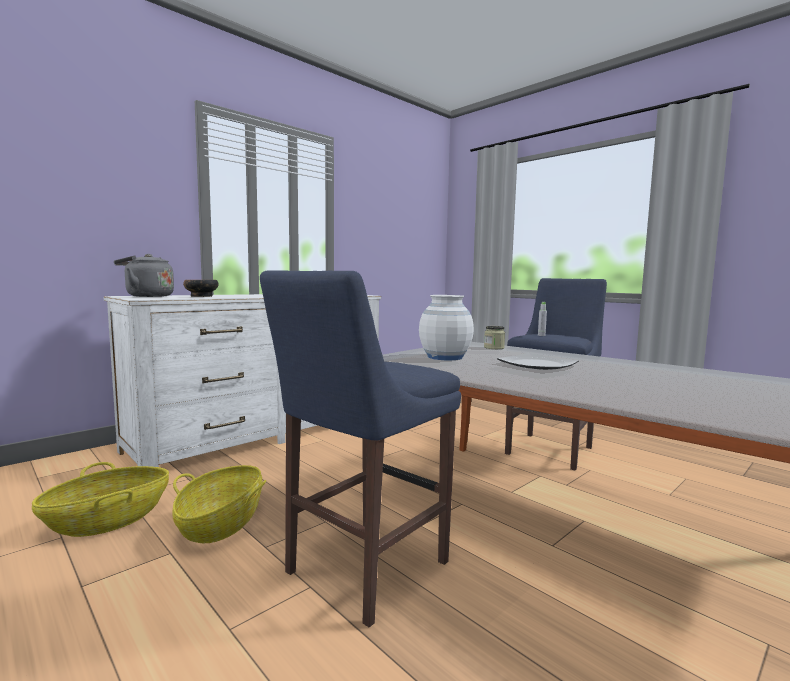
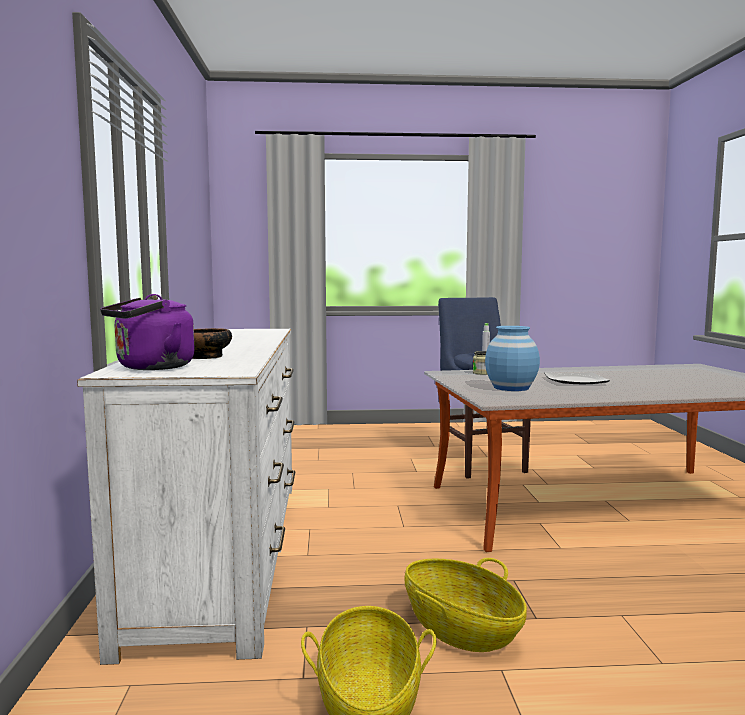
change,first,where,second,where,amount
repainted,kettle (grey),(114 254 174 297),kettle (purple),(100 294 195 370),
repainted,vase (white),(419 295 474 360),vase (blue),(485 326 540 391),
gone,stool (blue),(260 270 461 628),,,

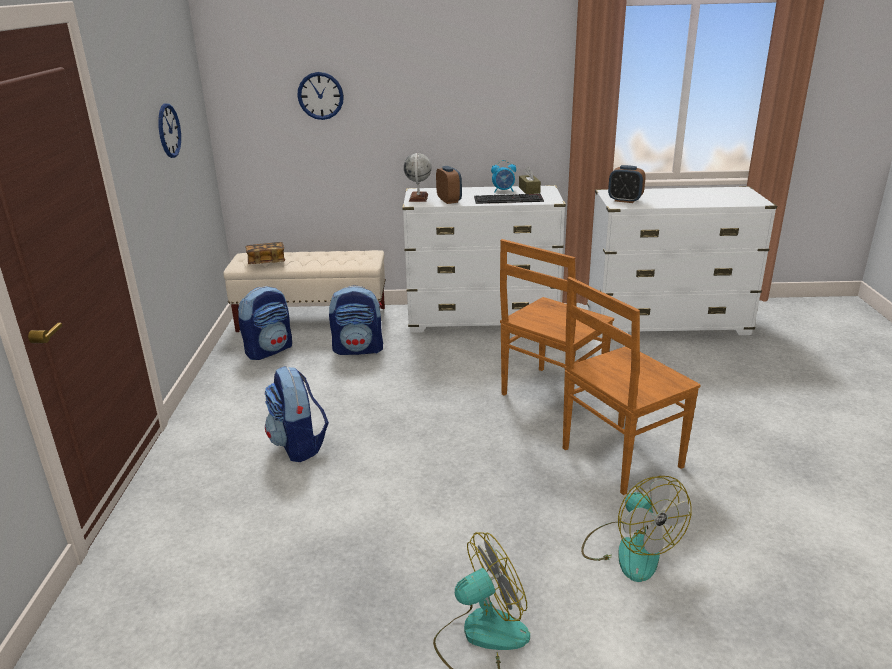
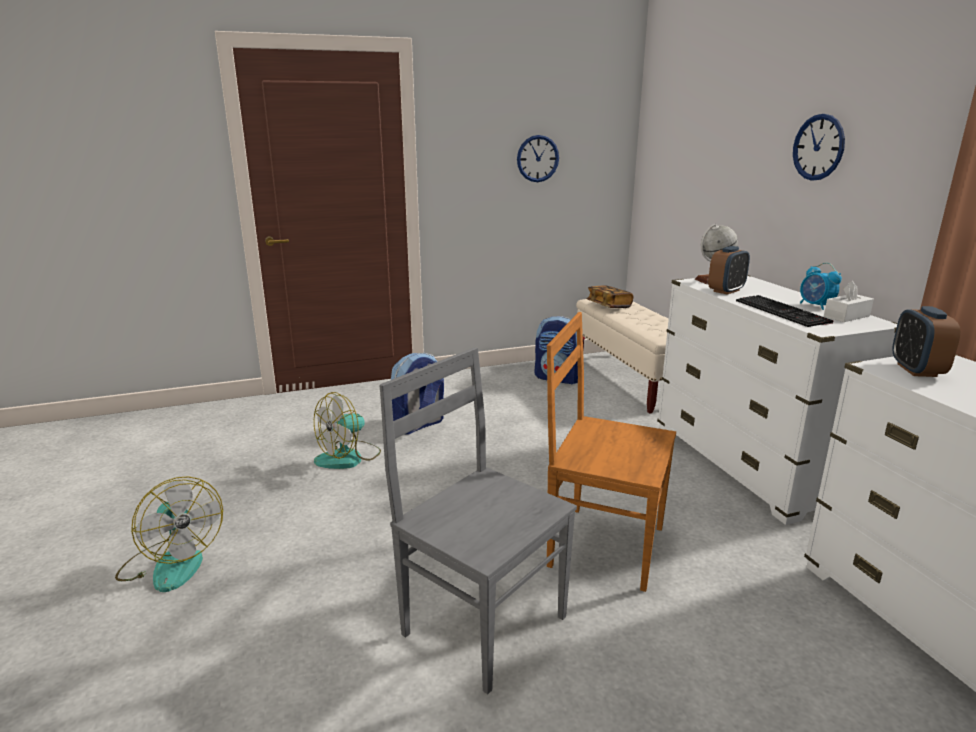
change,first,where,second,where,amount
shifted,fan,(581 476 692 582),,(314 392 381 469),
repainted,chair (brown),(563 277 701 495),chair (grey),(379 347 577 694),
shifted,wall clock,(297 72 344 120),,(793 114 845 181),
repainted,tissue box (brown),(519 167 541 194),tissue box (white),(824 281 874 322),
gone,backpack,(329 285 383 355),,,

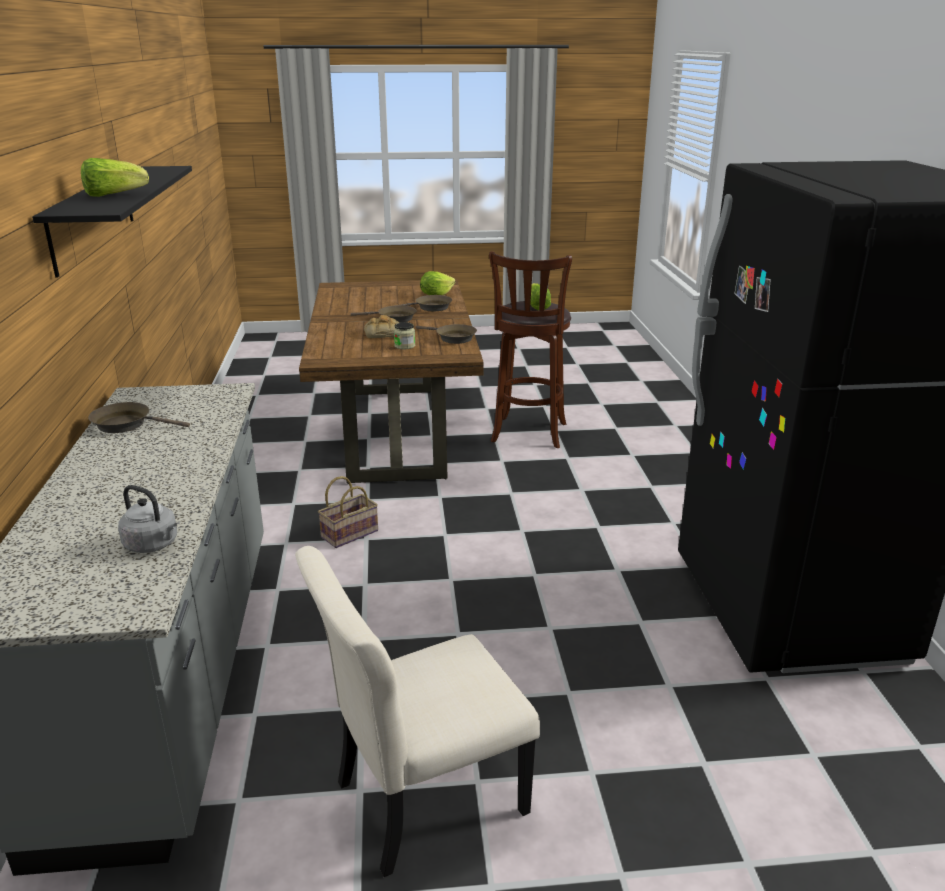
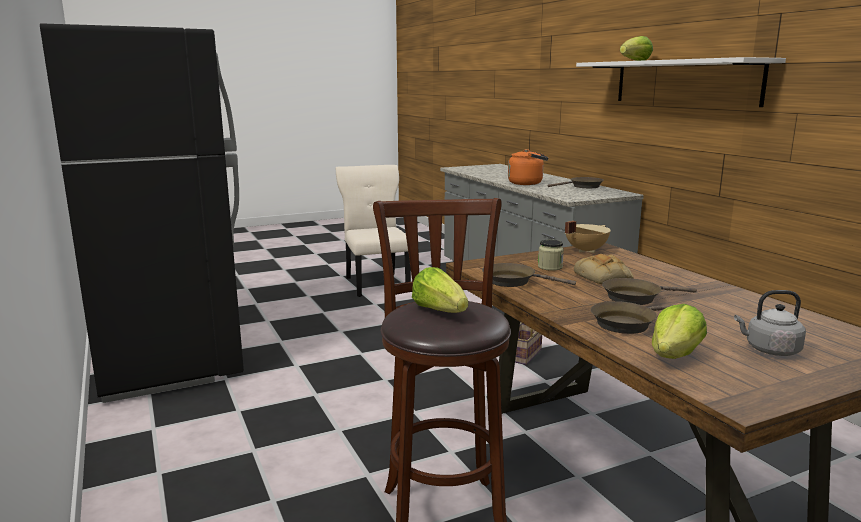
change,first,where,second,where,amount
rotated,chair (beige),(295 546 540 877),,(336 165 411 297),60 degrees counterclockwise
new,,,kettle (orange),(508 149 548 185),
new,,,cooking pot (beige),(565 221 611 253),
repainted,shelf (black),(32 166 192 278),shelf (white),(576 57 786 107),
shifted,kettle (grey),(118 485 177 553),,(734 290 806 356),

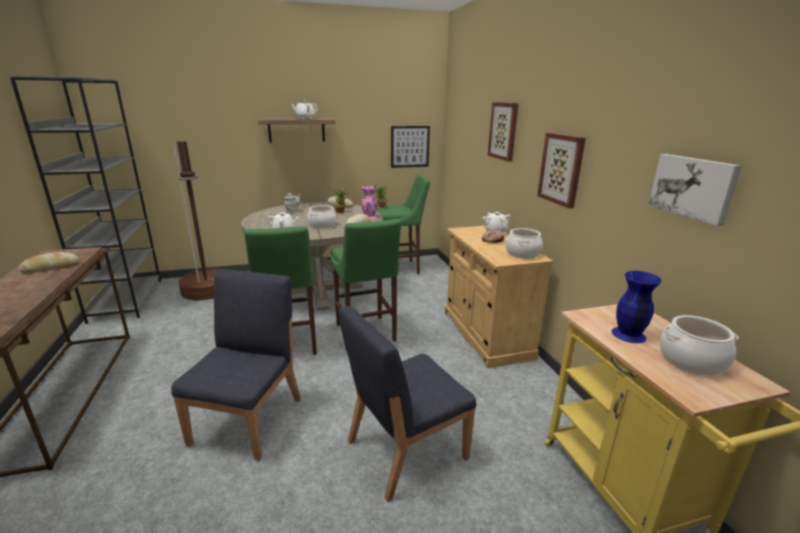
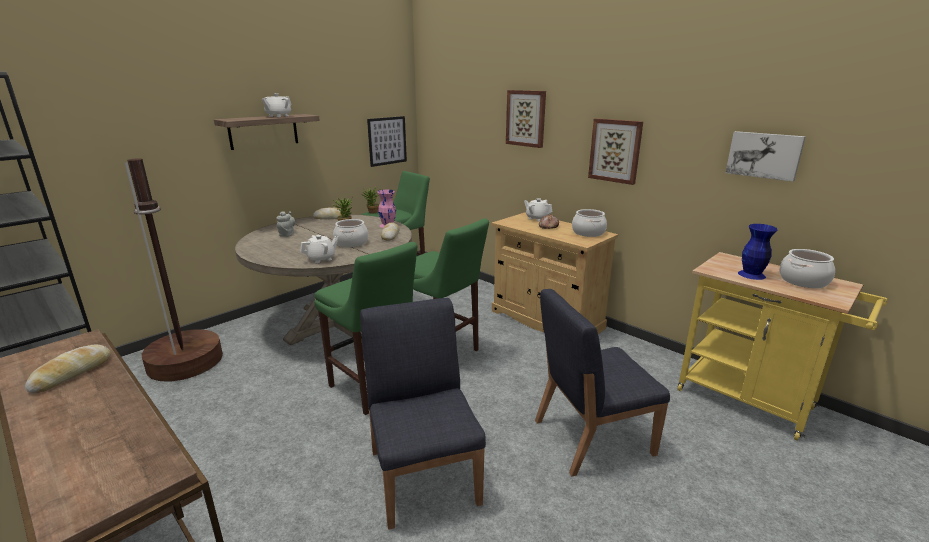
change,first,where,second,where,amount
rotated,chair (blue),(338 306 476 502),,(535 289 670 476),45 degrees clockwise

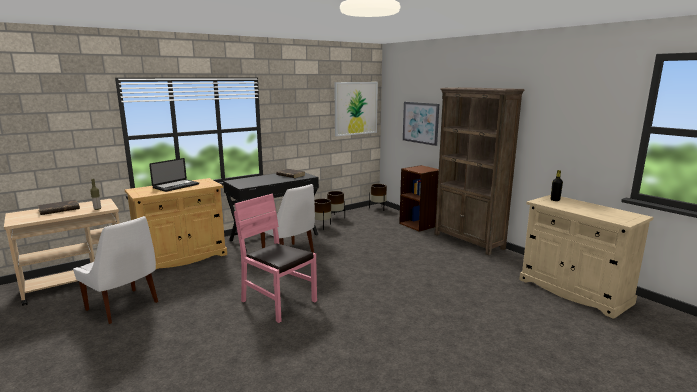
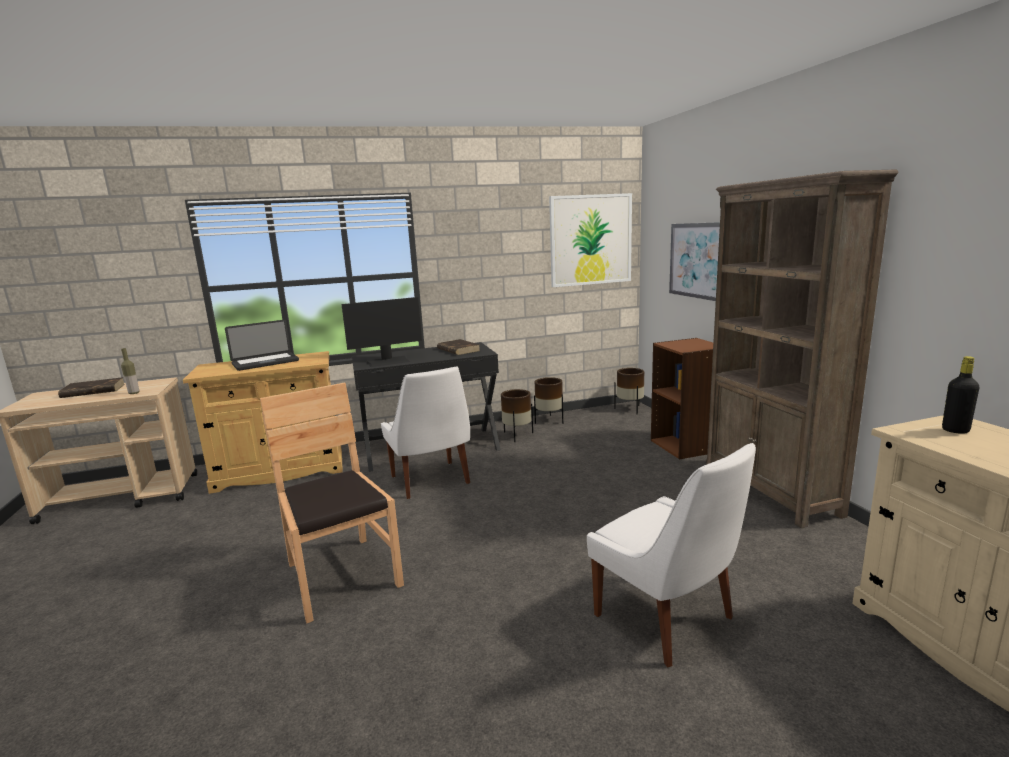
change,first,where,second,where,amount
repainted,chair (pink),(234 194 317 323),chair (brown),(260 383 404 623),
new,,,monitor,(341 297 422 367),
shifted,chair (white),(73 216 158 324),,(587 443 756 667),

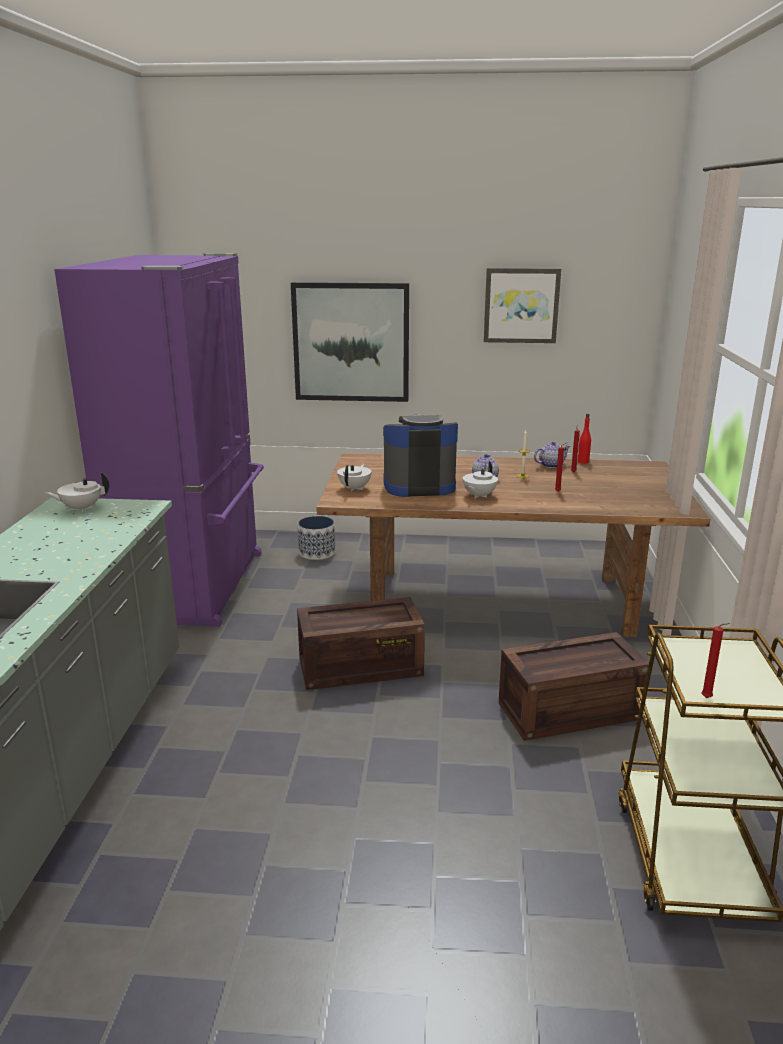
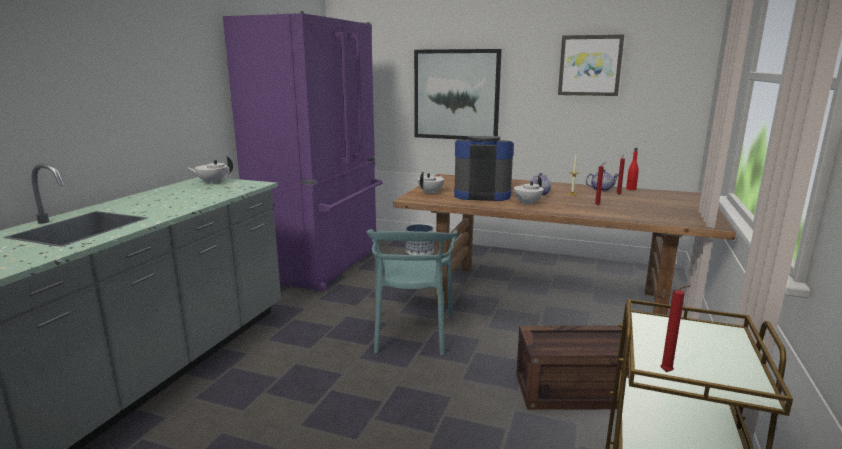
change,first,where,second,where,amount
swapped,crate,(297 597 425 690),chair (turquoise),(367 229 458 355),

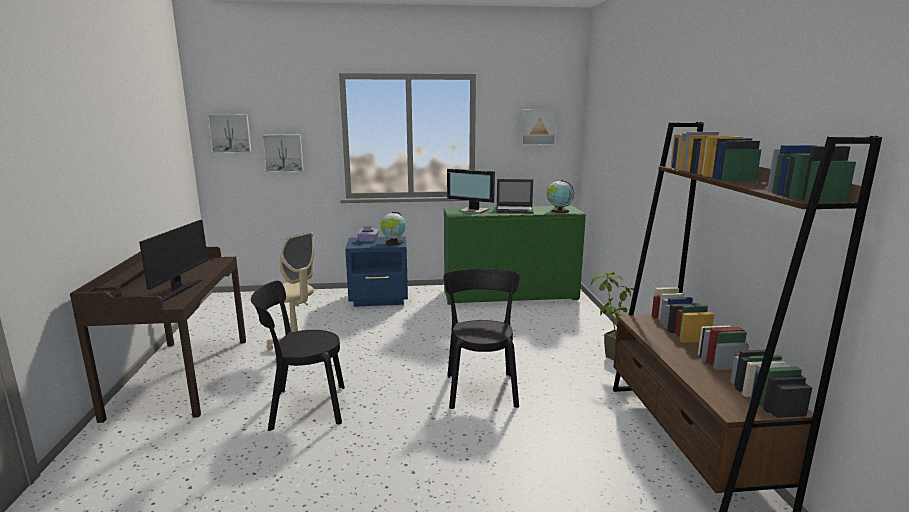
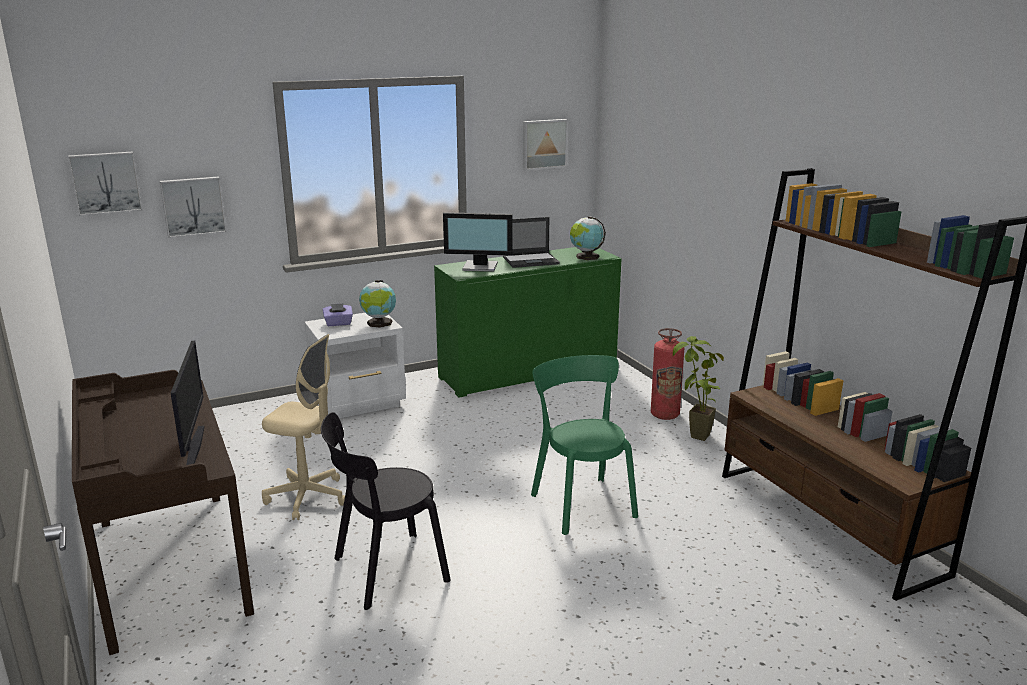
change,first,where,second,where,amount
repainted,nightstand (blue),(345 236 408 307),nightstand (white),(305 313 406 418),
repainted,chair (black),(444 269 520 409),chair (green),(531 355 638 535),
new,,,fire extinguisher,(651 328 684 420),

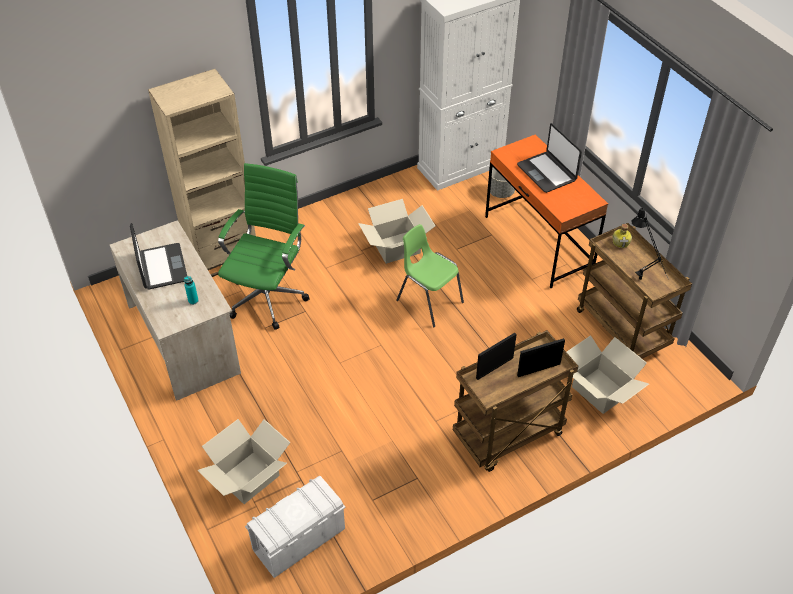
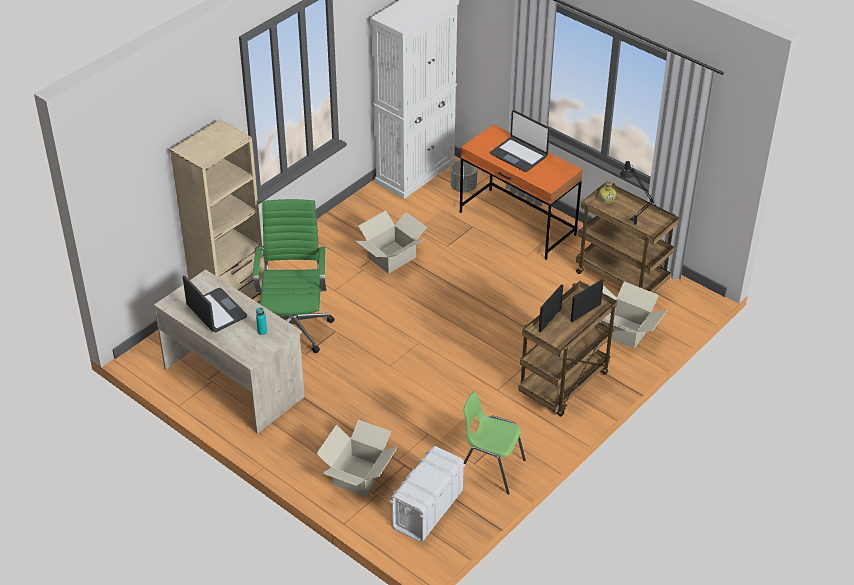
change,first,where,second,where,amount
shifted,chair (green),(396 224 464 328),,(463 392 526 494),

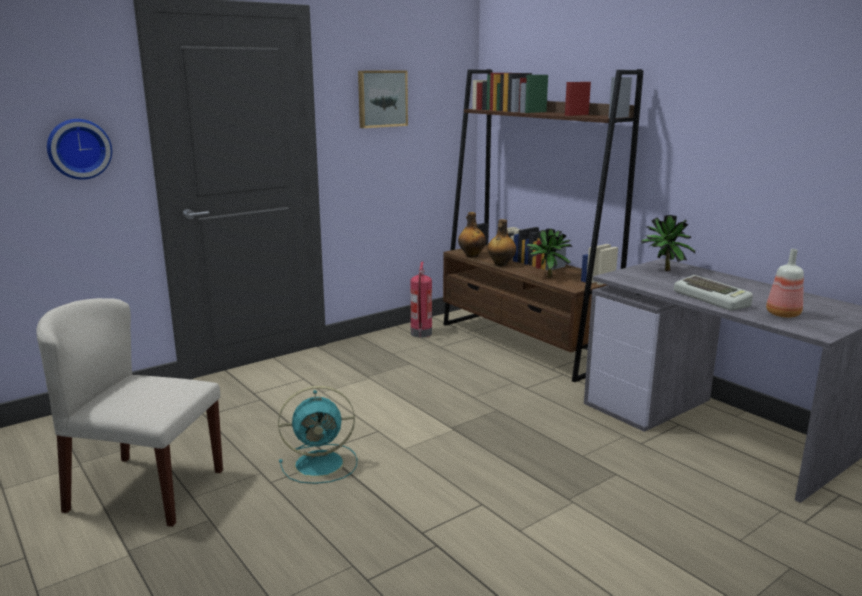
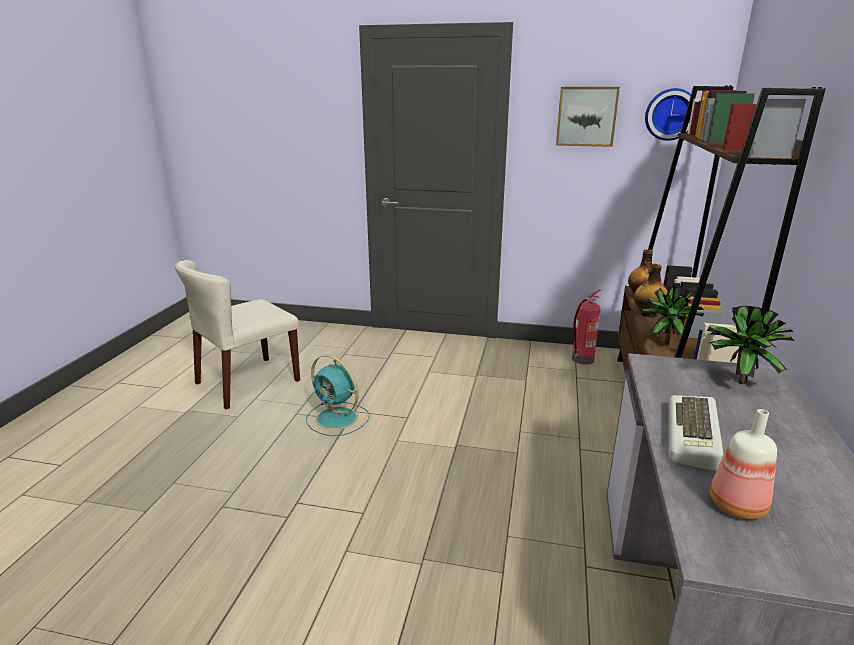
change,first,where,second,where,amount
rotated,chair (beige),(36 298 223 527),,(175 260 300 409),105 degrees counterclockwise
shifted,wall clock,(47 119 112 180),,(645 88 691 141),

